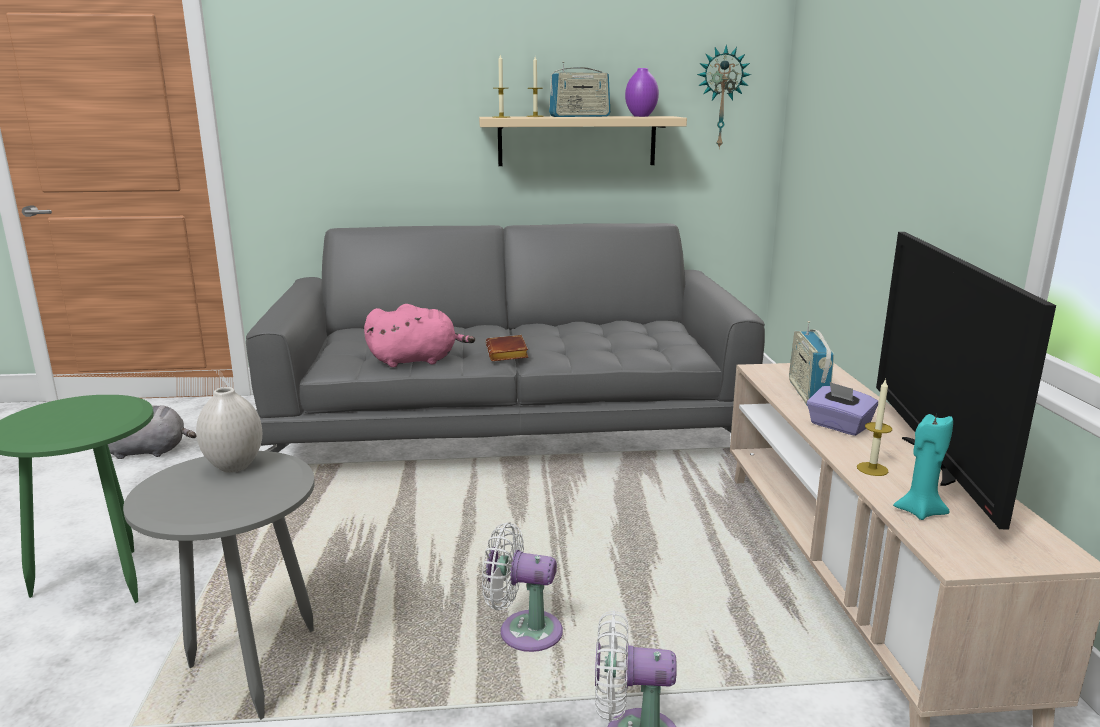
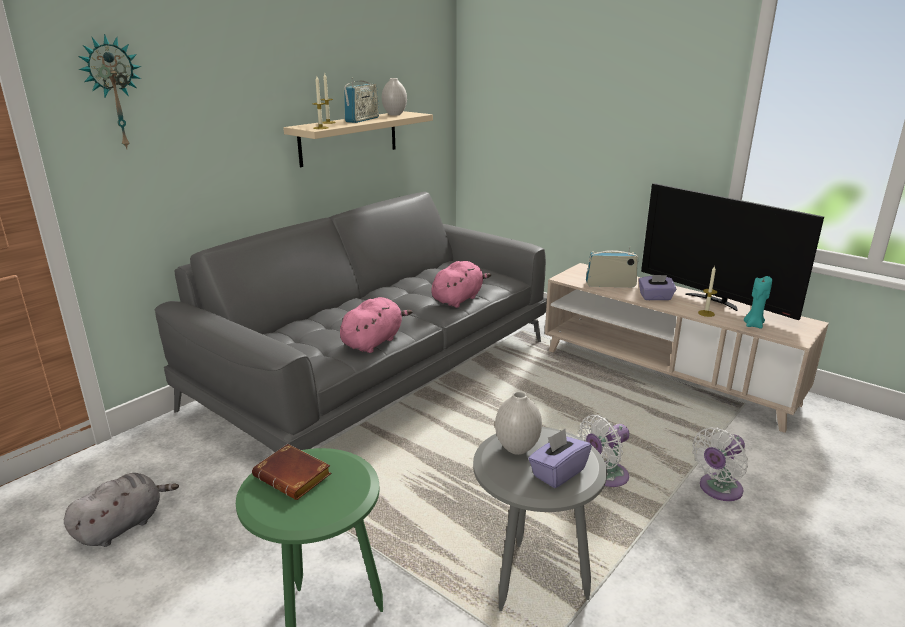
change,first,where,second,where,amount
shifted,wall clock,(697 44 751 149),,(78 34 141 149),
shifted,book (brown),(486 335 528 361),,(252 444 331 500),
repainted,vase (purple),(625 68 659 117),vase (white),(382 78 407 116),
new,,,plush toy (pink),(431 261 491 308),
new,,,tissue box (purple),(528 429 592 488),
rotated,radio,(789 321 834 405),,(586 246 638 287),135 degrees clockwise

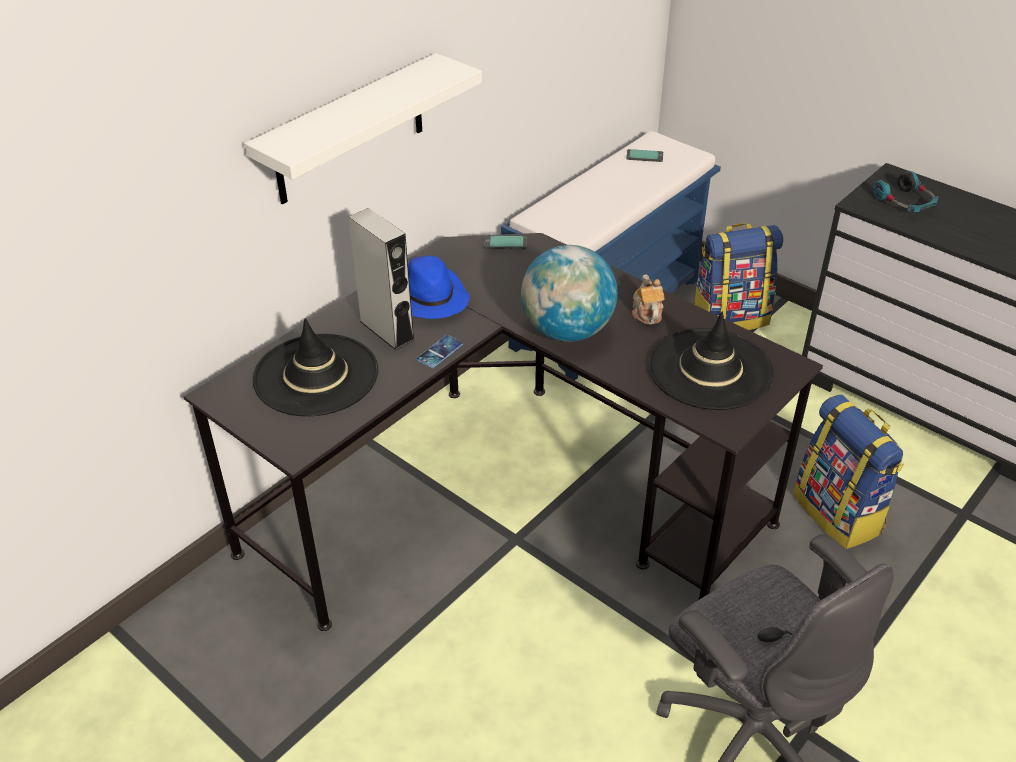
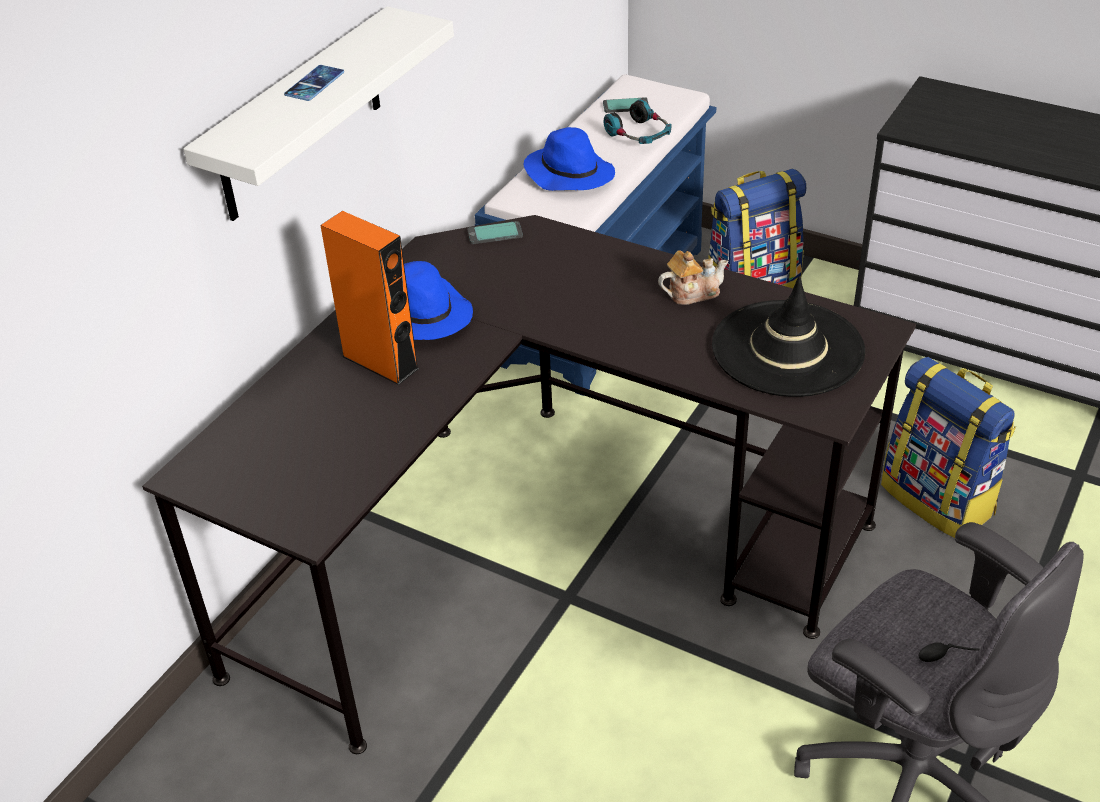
change,first,where,second,where,amount
shifted,phone,(416 335 463 368),,(284 65 344 101),
repainted,speaker (grey),(348 208 415 350),speaker (orange),(320 211 419 385),
new,,,hat (blue),(524 127 615 191),
shifted,headphones,(873 171 938 212),,(604 100 671 144),
rotated,teapot,(632 274 665 324),,(658 250 728 305),90 degrees clockwise
gone,hat (black),(253 318 378 416),,,
gone,globe,(521 245 618 342),,,

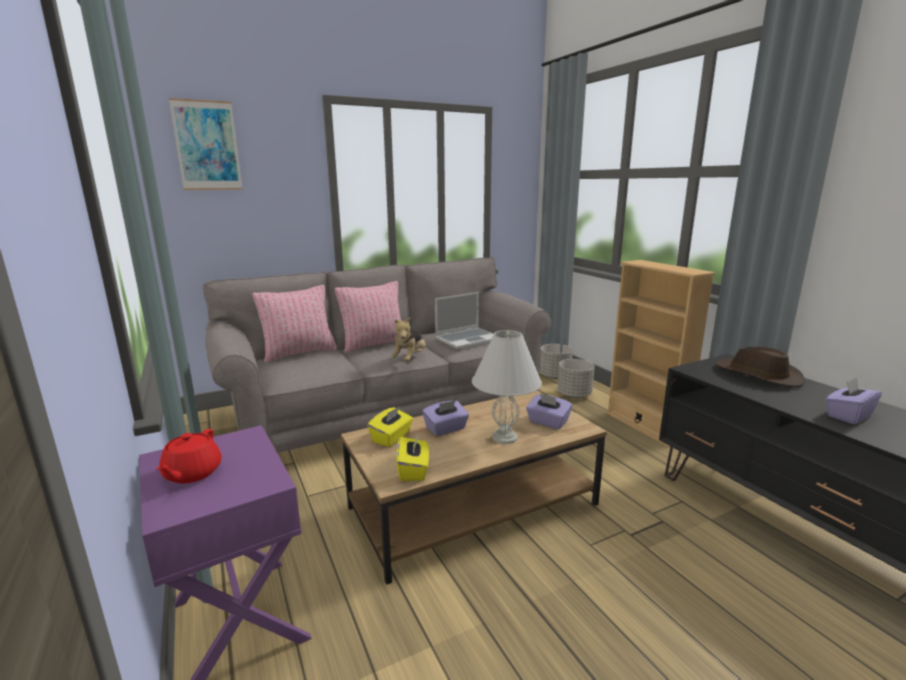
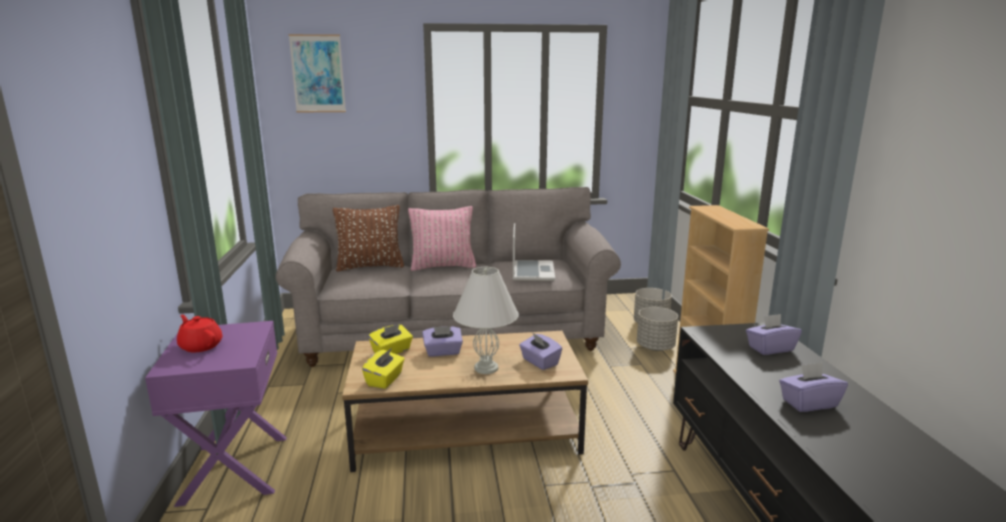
change,first,where,second,where,amount
rotated,teapot (red),(156 429 222 484),,(177 315 222 352),105 degrees clockwise
repainted,pillow (pink),(252 285 337 363),pillow (brown),(333 205 404 272),
rotated,laptop,(435 292 493 349),,(513 223 555 281),75 degrees counterclockwise
swapped,hat (brown),(715 347 805 387),tissue box (purple),(746 314 802 355),
gone,plush toy,(390 317 426 361),,,

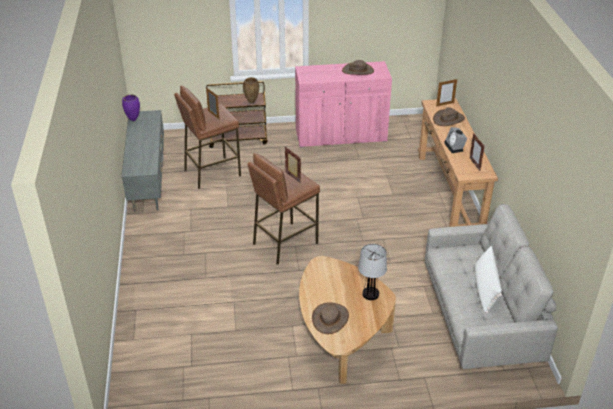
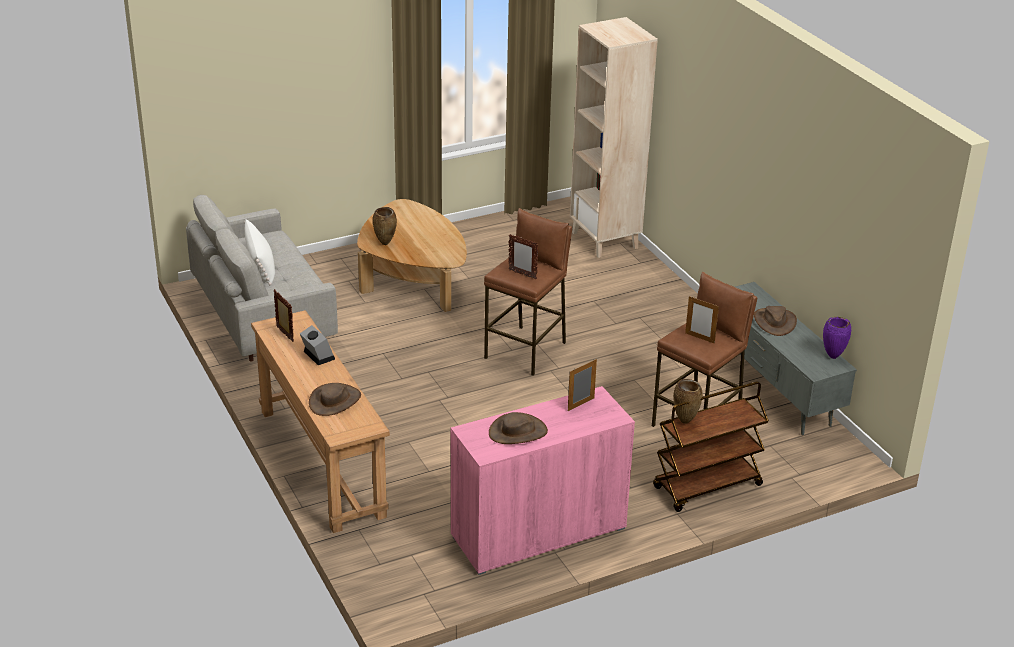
change,first,where,second,where,amount
swapped,table lamp,(358 244 387 300),vase (brown),(373 207 397 245),
shifted,picture frame,(436 79 457 107),,(568 359 597 411),
new,,,bookcase (beige),(570 17 658 258),
shifted,hat (brown),(312 303 349 334),,(754 306 797 336),

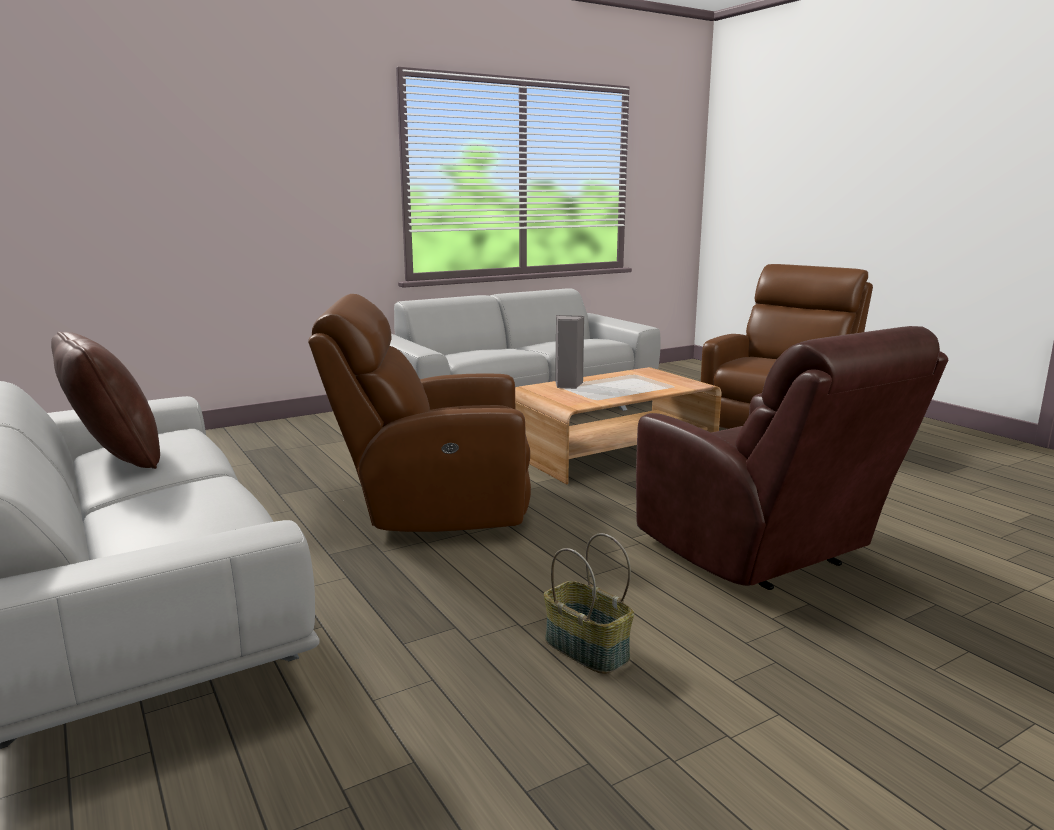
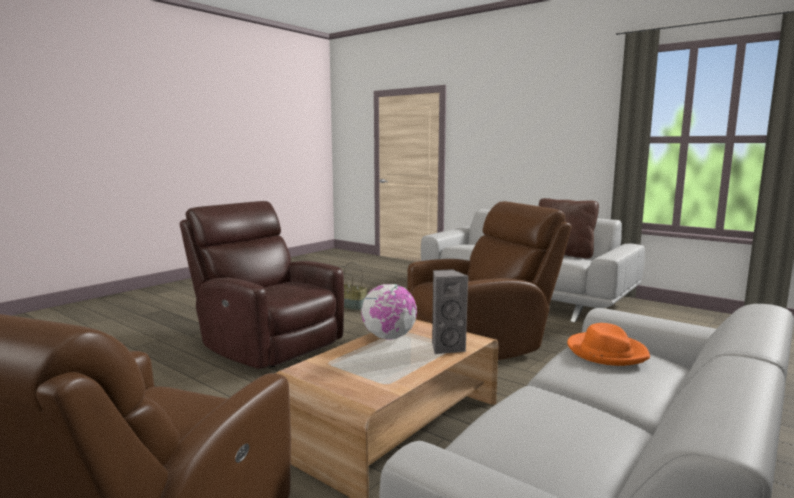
change,first,where,second,where,amount
new,,,globe,(361 284 417 340),
new,,,hat (orange),(567 323 650 366),

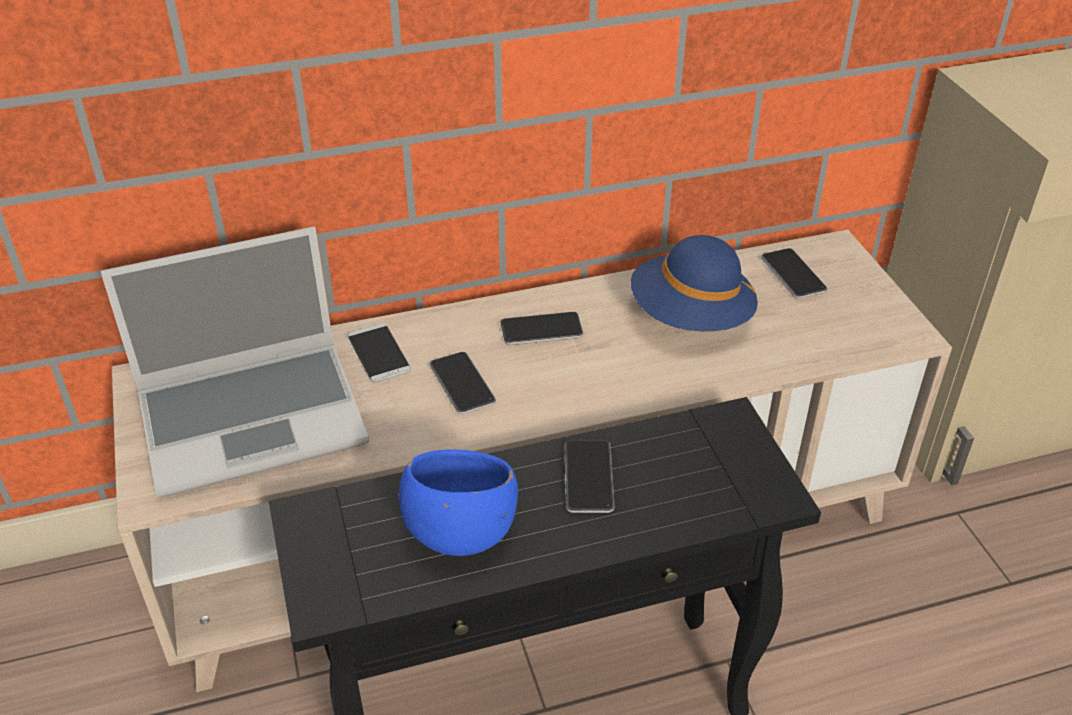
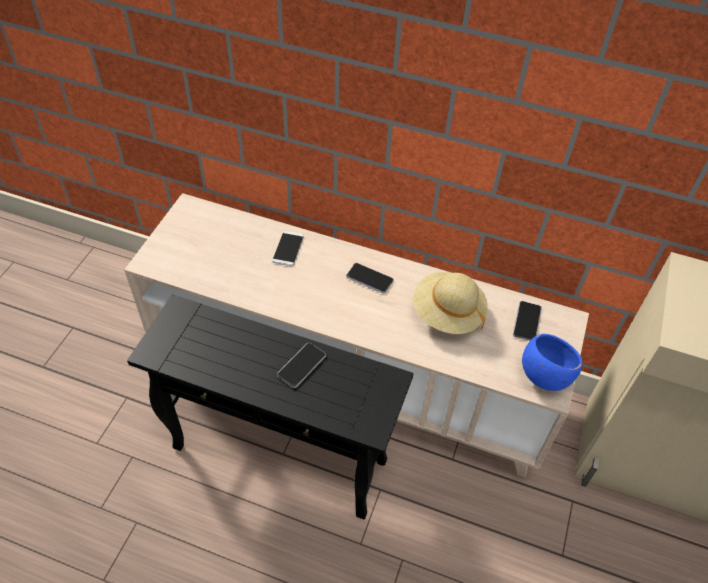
change,first,where,second,where,amount
repainted,hat (blue),(631 235 758 331),hat (beige),(413 272 488 334),
shifted,bowl (blue),(399 449 518 556),,(522 334 582 391),
gone,laptop,(100 226 369 498),,,
gone,phone,(430 352 496 414),,,

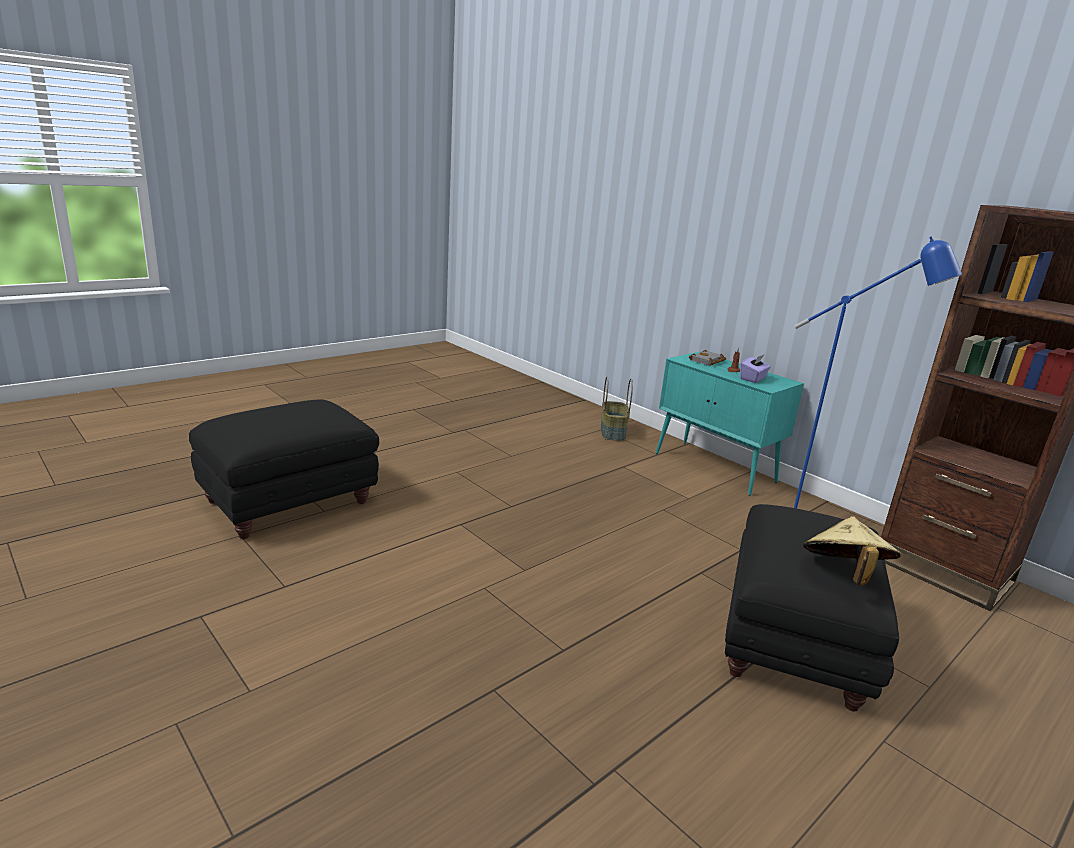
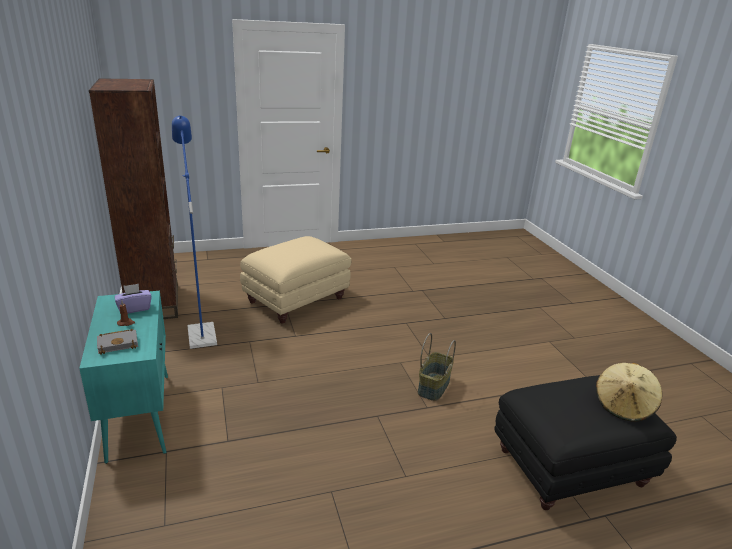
change,first,where,second,where,amount
repainted,ottoman (black),(725 504 899 712),ottoman (beige),(240 236 352 324),
shifted,basket,(601 377 633 441),,(418 333 456 401),
shifted,hat (beige),(803 516 901 586),,(596 363 662 422),

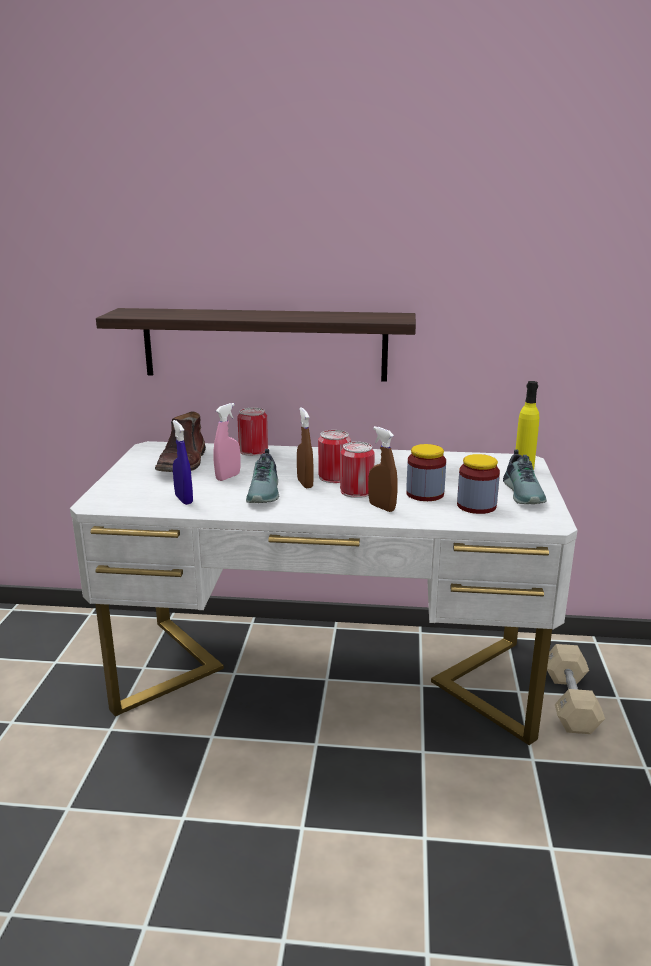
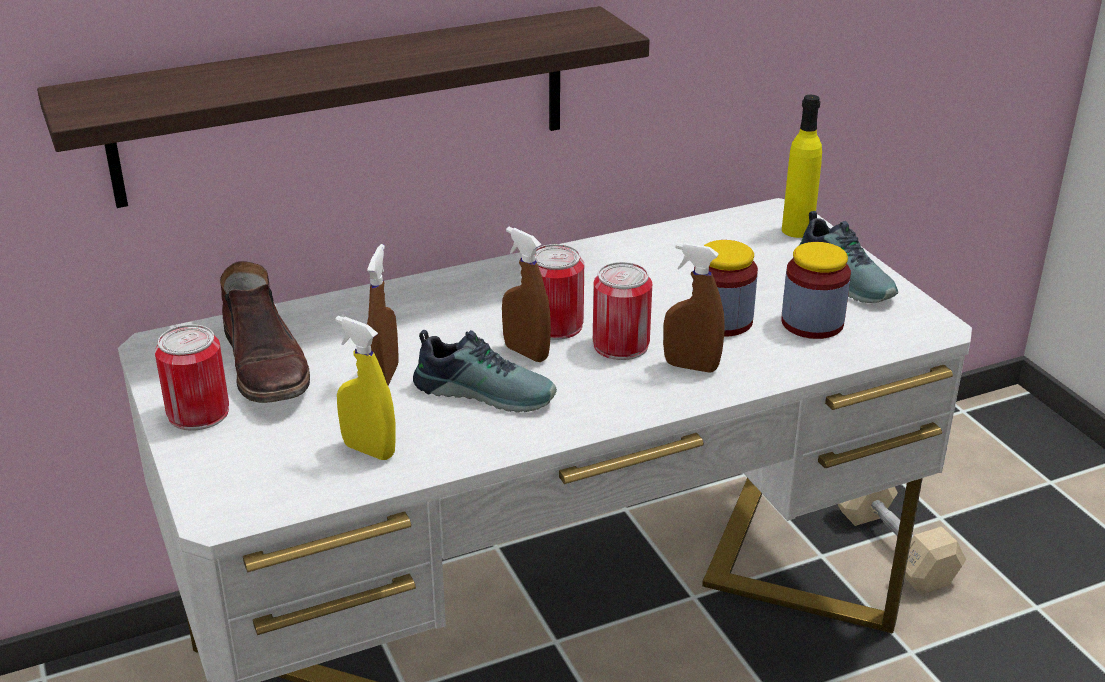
change,first,where,second,where,amount
shifted,can,(237 408 268 456),,(155 324 229 431),
repainted,spray bottle (blue),(172 420 193 505),spray bottle (yellow),(336 316 396 460),
repainted,spray bottle (pink),(213 403 240 481),spray bottle (brown),(367 244 398 385),
rotated,shoe,(246 449 279 503),,(413 330 557 413),45 degrees counterclockwise

